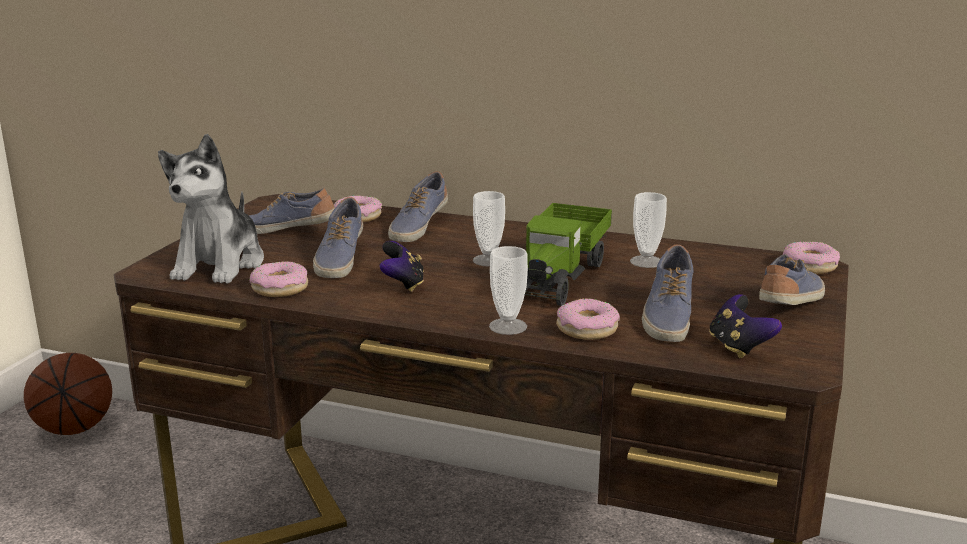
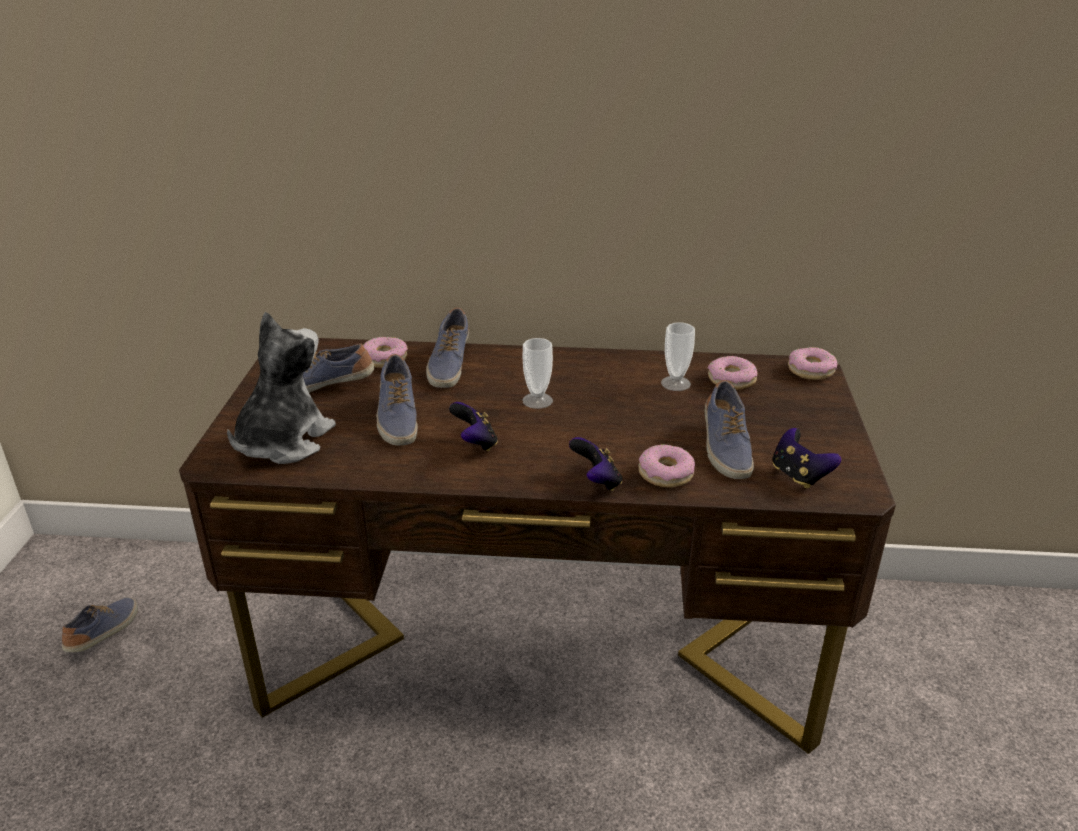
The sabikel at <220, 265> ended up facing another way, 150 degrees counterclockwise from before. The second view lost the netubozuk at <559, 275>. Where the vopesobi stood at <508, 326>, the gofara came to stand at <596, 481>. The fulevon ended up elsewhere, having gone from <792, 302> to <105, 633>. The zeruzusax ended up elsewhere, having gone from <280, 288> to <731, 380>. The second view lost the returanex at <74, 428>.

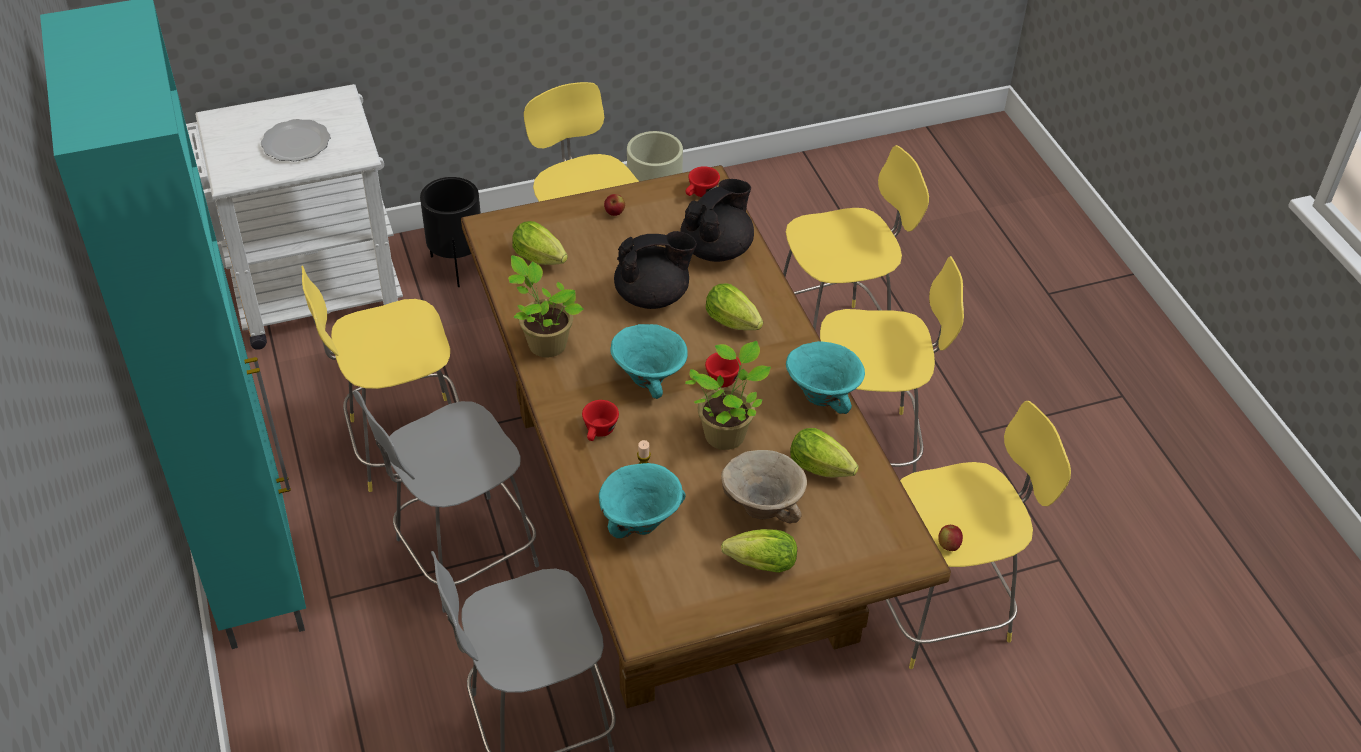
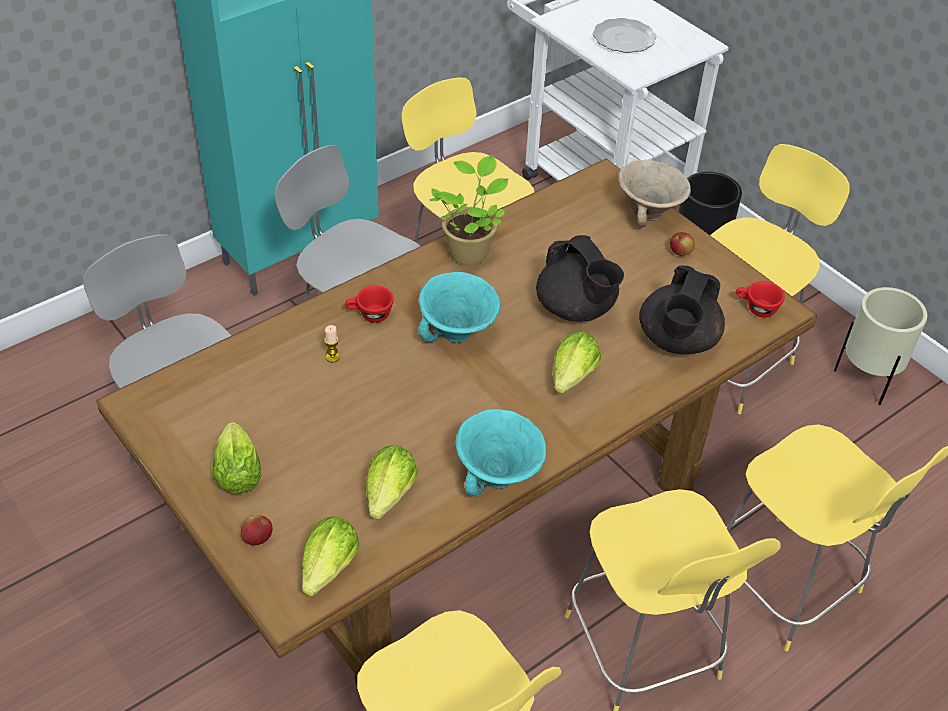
The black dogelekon at <717, 249> ended up facing another way, 90 degrees clockwise from before. The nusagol ended up elsewhere, having gone from <542, 260> to <327, 572>. The second view lost the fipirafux at <726, 433>. The second view lost the red vopesobi at <722, 375>. The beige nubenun ended up elsewhere, having gone from <762, 506> to <650, 213>. The second view lost the turquoise nubenun at <640, 521>. The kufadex ended up elsewhere, having gone from <948, 545> to <258, 539>.

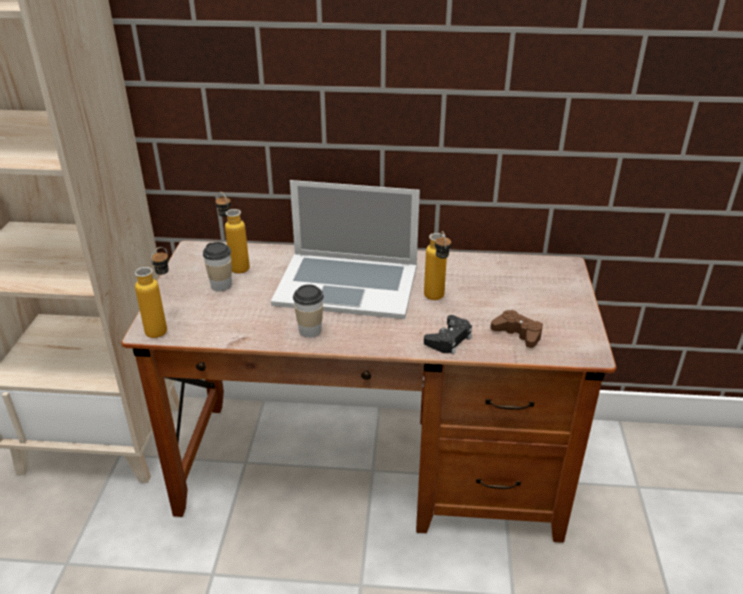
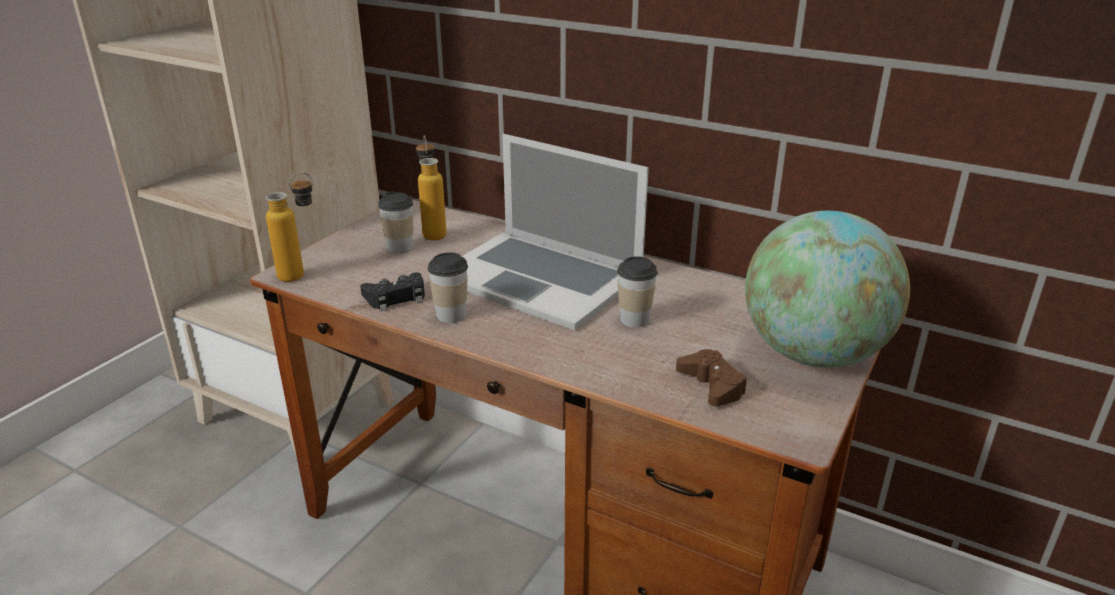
Where the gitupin stood at <436, 300>, the vopesobi came to stand at <634, 319>. The black gofara ended up elsewhere, having gone from <449, 339> to <396, 297>. The second view gained the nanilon at <813, 354>.

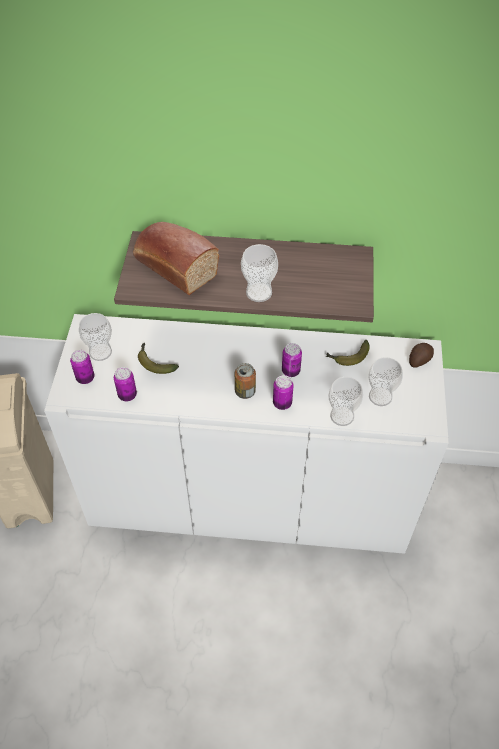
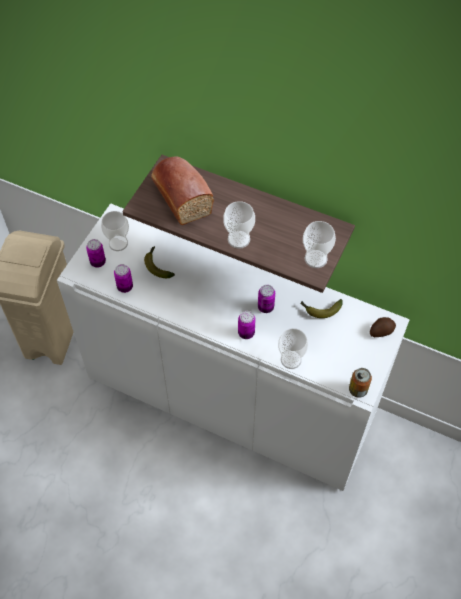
The vopesobi ended up elsewhere, having gone from <380, 396> to <315, 259>. The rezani ended up elsewhere, having gone from <245, 391> to <358, 390>.

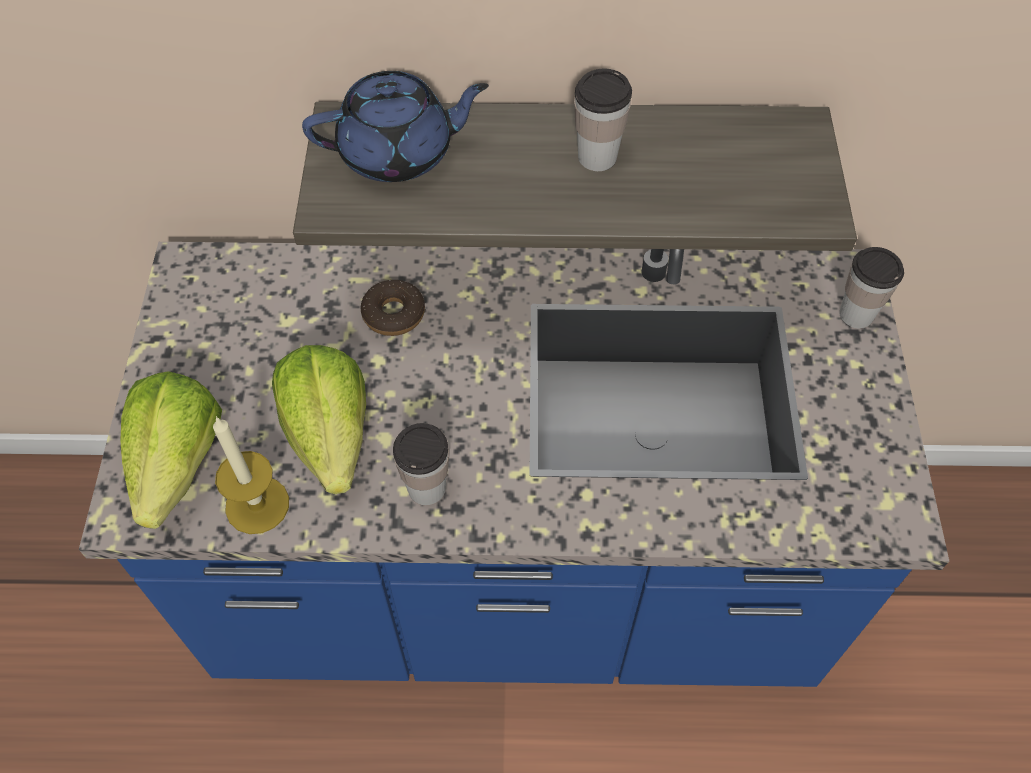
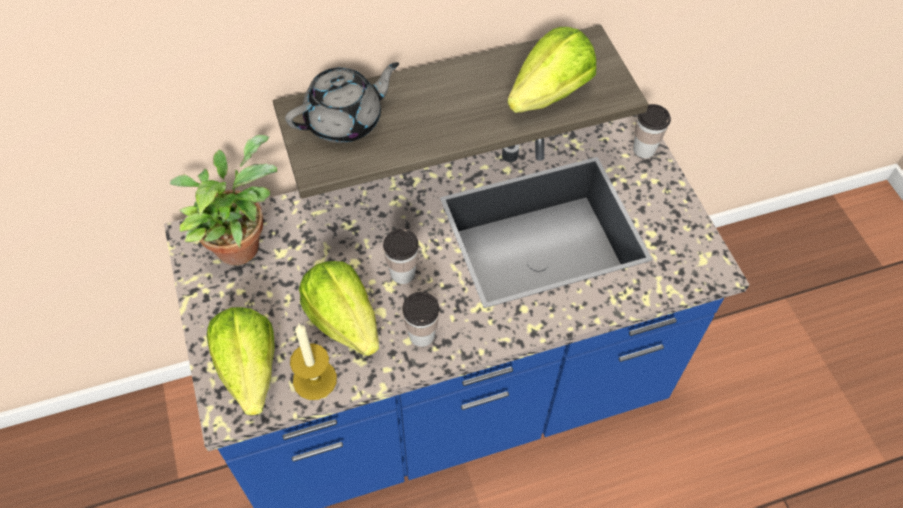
The vopesobi ended up elsewhere, having gone from <597, 157> to <402, 273>. What was the blue dogelekon at <399, 153> turned into the grey dogelekon at <345, 120>. The second view lost the zeruzusax at <393, 314>. The second view gained the nusagol at <549, 94>. The second view gained the fipirafux at <239, 242>.

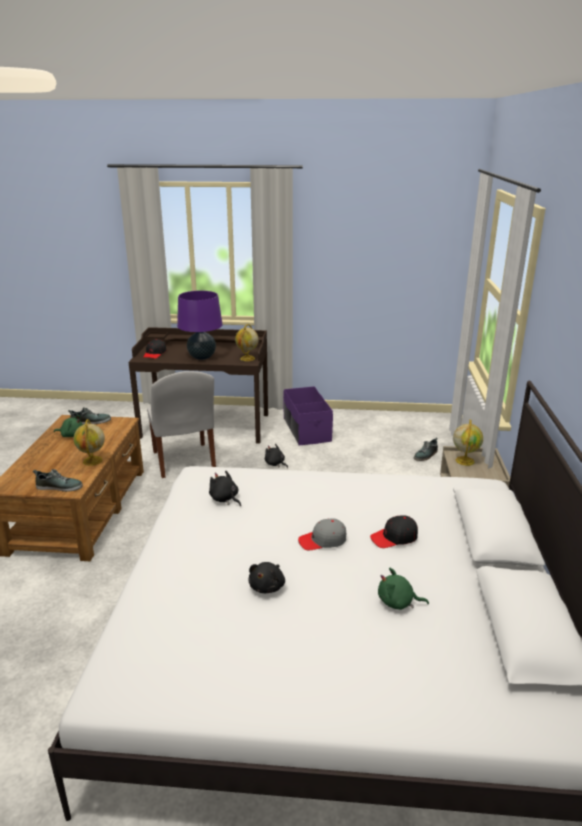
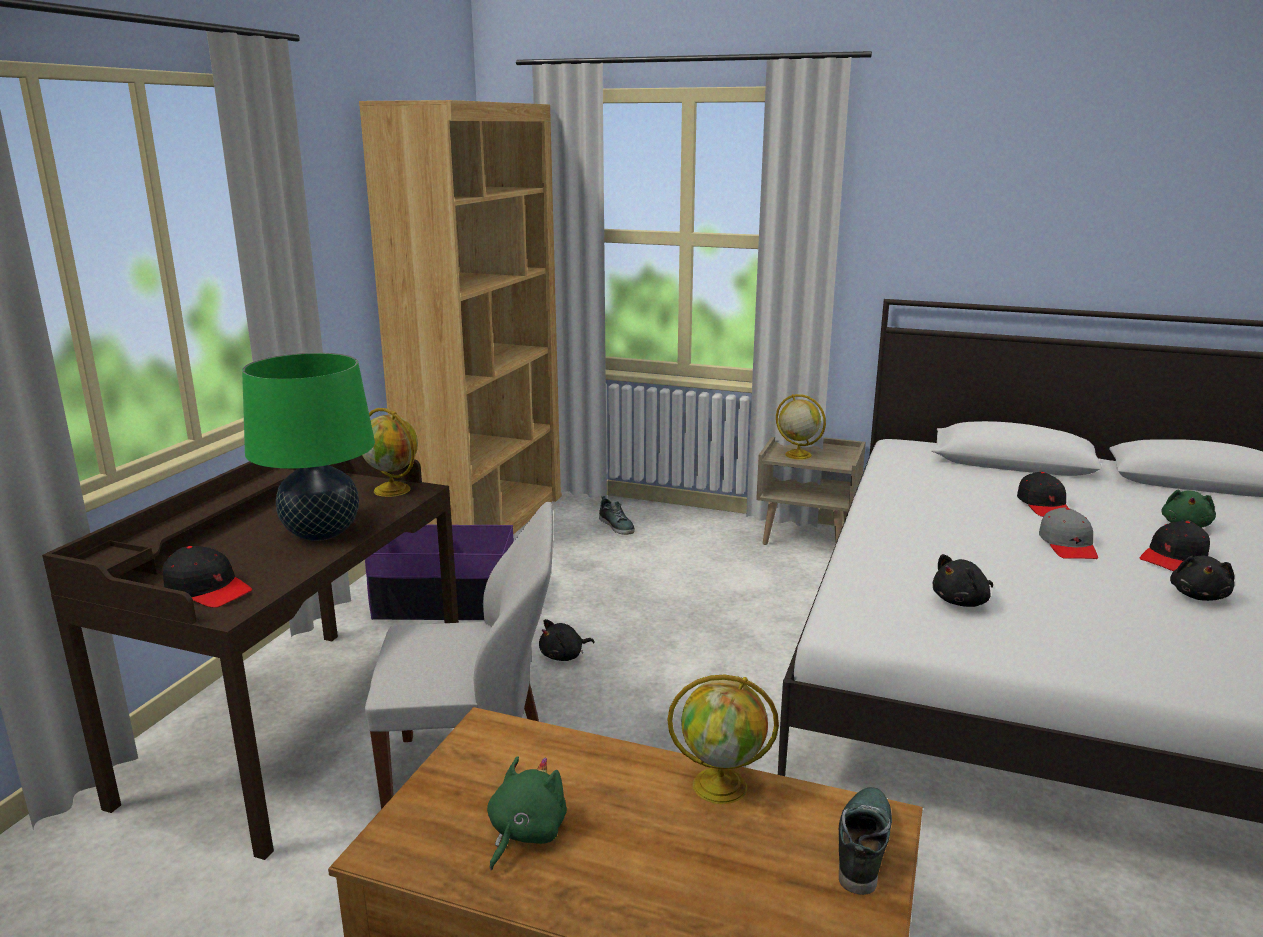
What was the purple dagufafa at <202, 357> turned into the green dagufafa at <321, 533>. The second view lost the fulevon at <91, 422>. The black sabikel at <268, 586> ended up facing another way, 75 degrees clockwise from before. The second view gained the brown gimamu at <487, 523>. The second view gained the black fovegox at <1173, 557>.

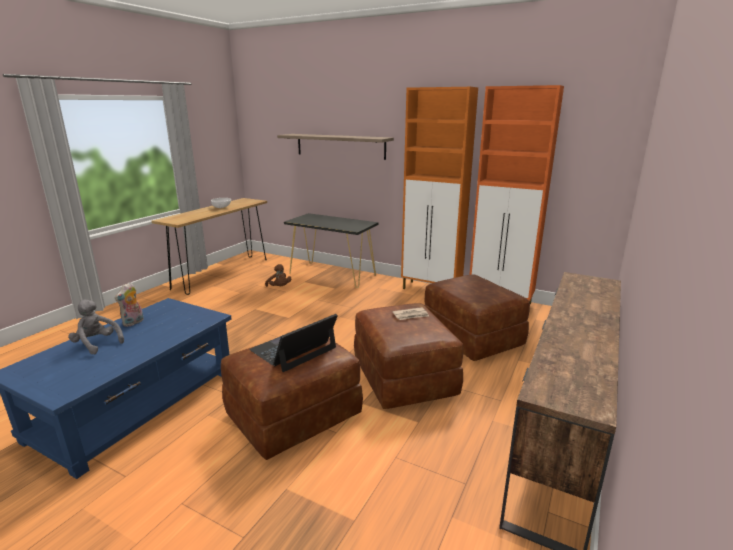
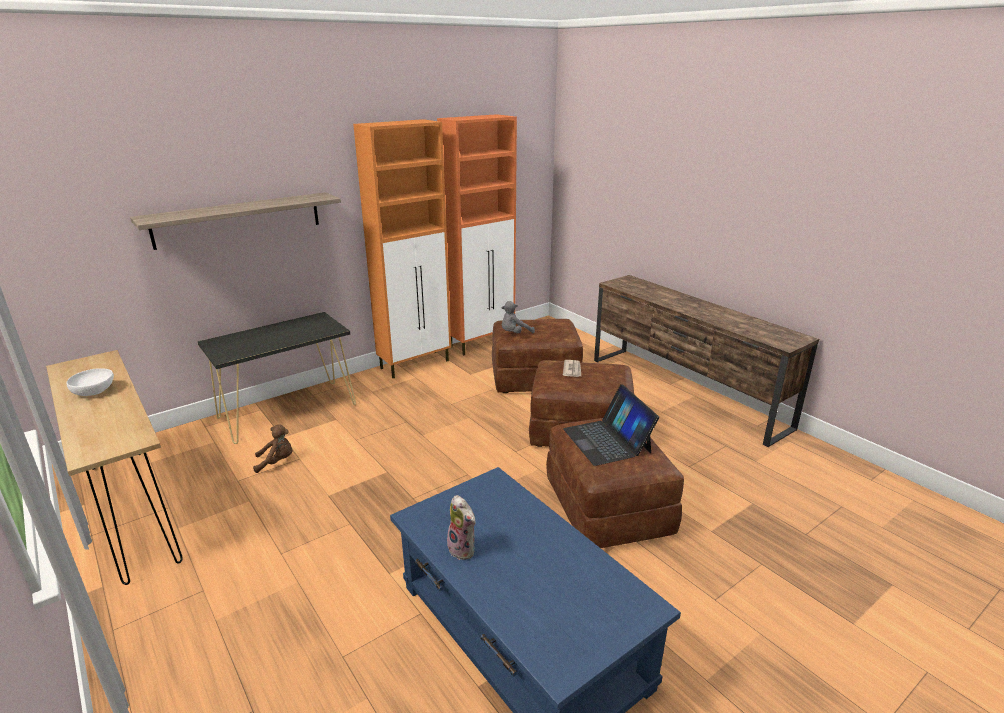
The grey sabikel ended up elsewhere, having gone from <97, 344> to <515, 333>.

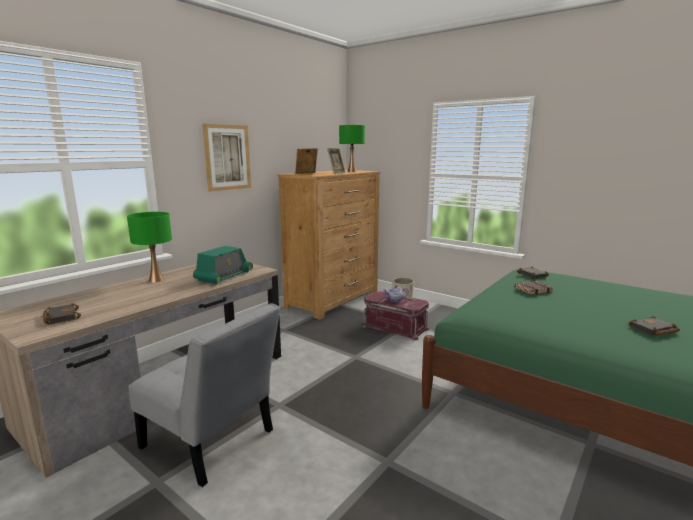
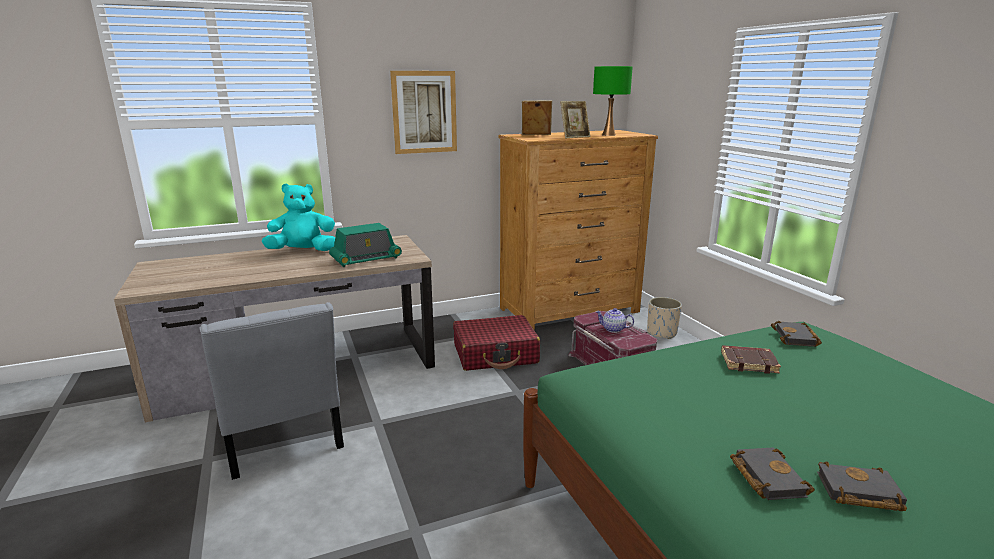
Where the green dagufafa stood at <156, 280>, the turquoise sabikel came to stand at <303, 251>. The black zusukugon ended up elsewhere, having gone from <60, 317> to <765, 477>. The second view gained the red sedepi at <495, 354>.

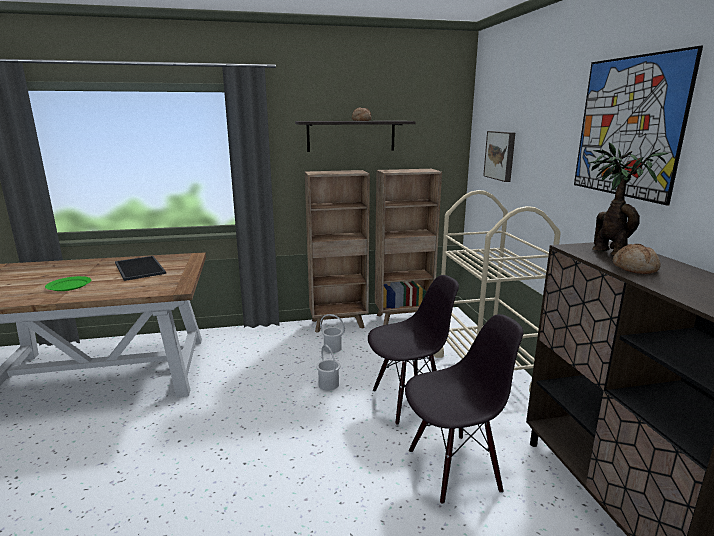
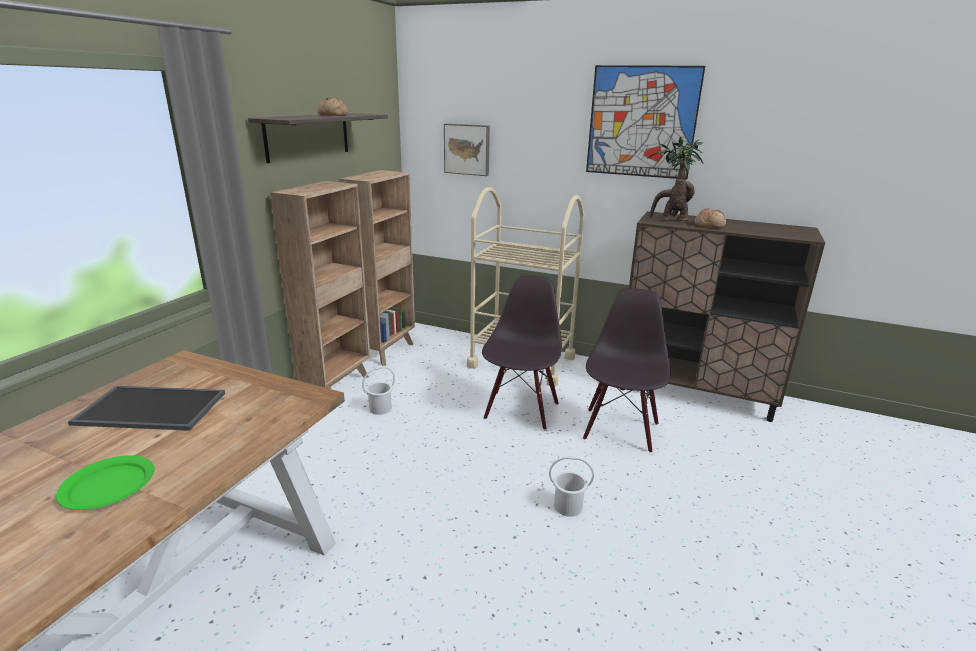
The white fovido ended up elsewhere, having gone from <329, 384> to <568, 506>.

